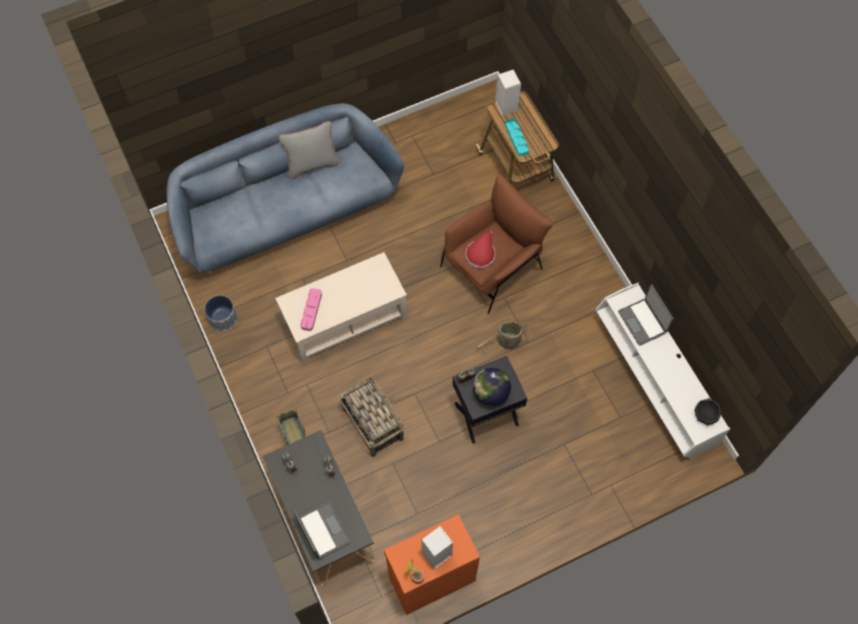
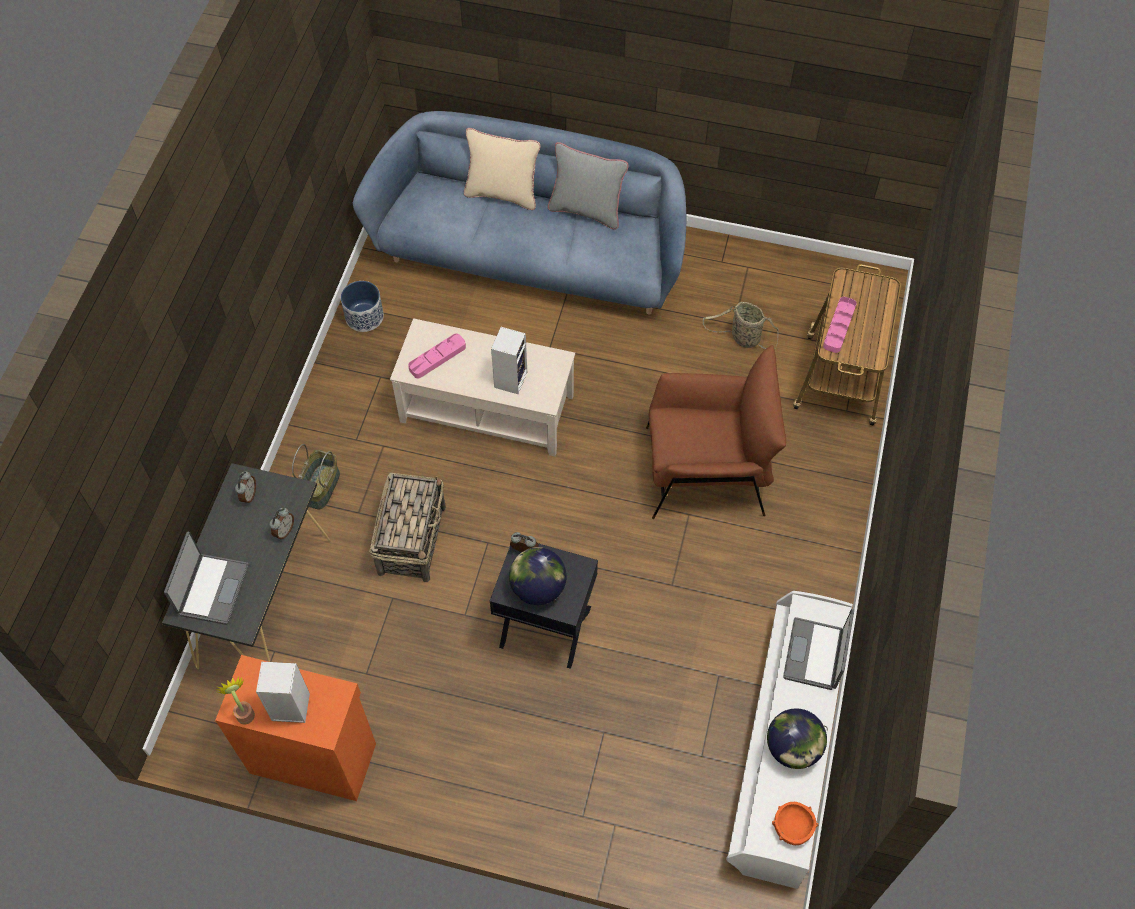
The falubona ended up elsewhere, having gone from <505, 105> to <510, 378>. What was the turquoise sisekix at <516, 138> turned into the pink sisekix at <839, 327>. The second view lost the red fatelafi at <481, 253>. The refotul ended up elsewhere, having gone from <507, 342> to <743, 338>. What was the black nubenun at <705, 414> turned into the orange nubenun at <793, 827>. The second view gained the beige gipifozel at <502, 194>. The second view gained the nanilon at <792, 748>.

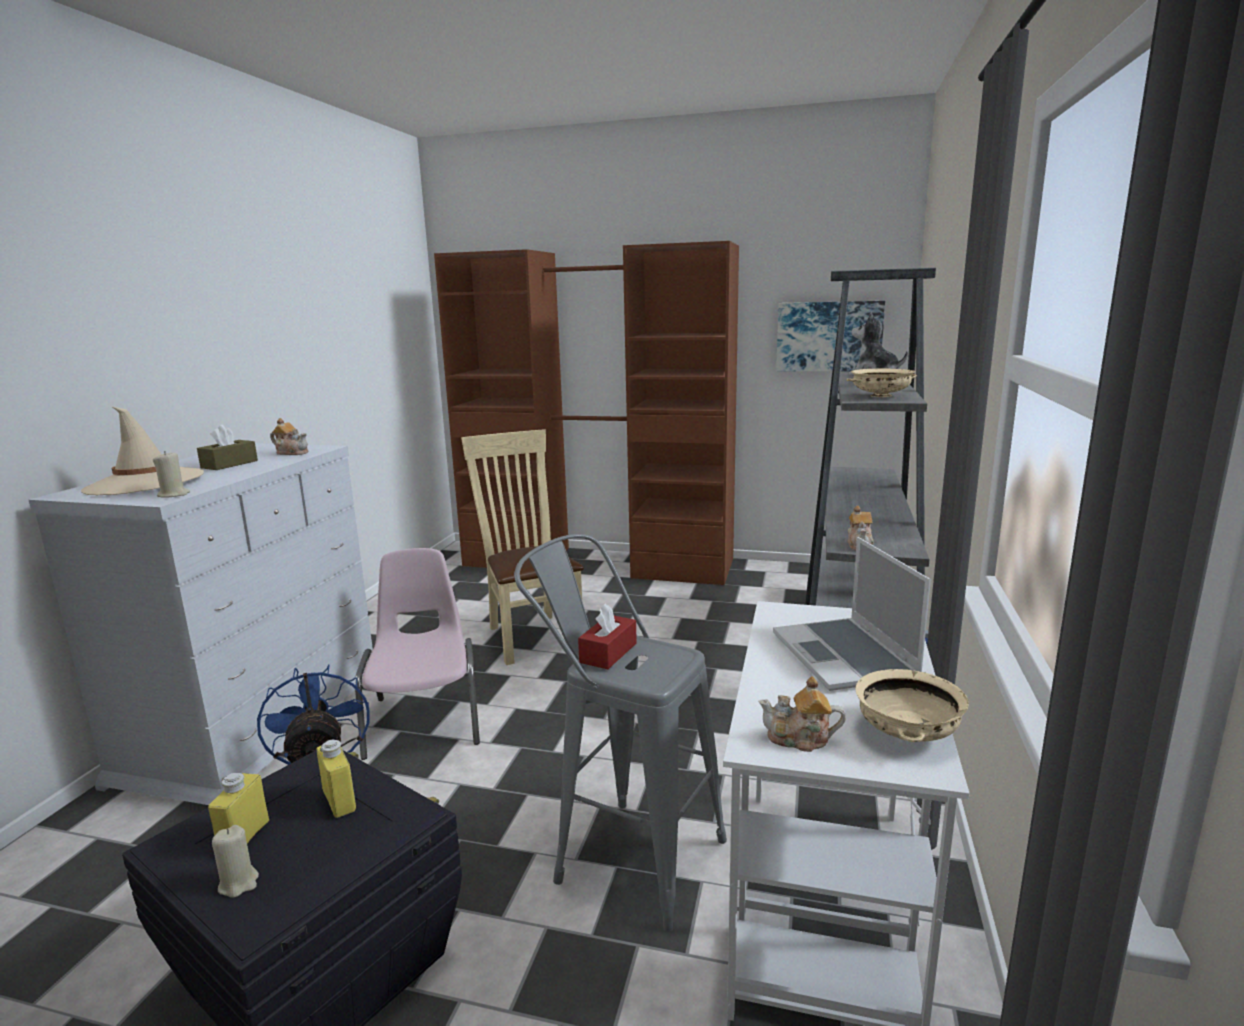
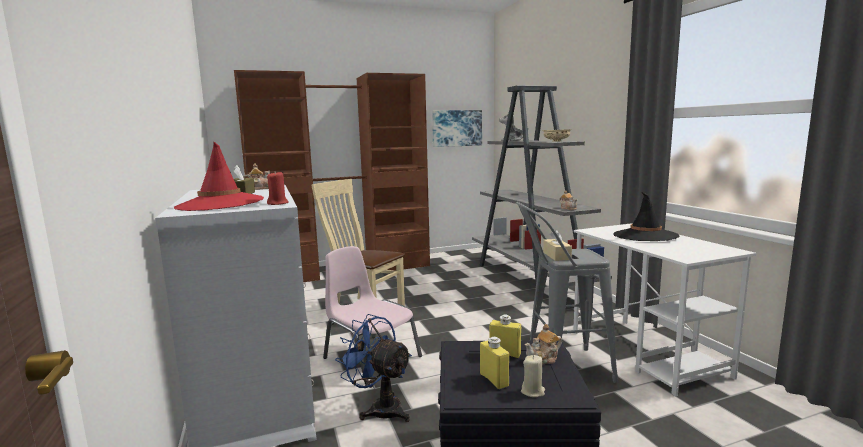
What was the beige fatelafi at <145, 483> turned into the red fatelafi at <220, 204>. What was the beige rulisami at <174, 495> turned into the red rulisami at <278, 203>. Where the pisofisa stood at <846, 657>, the black fatelafi came to stand at <645, 236>. What was the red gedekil at <608, 653> turned into the beige gedekil at <556, 256>. The second view lost the beige nubenun at <907, 732>. The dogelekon ended up elsewhere, having gone from <800, 739> to <543, 359>.

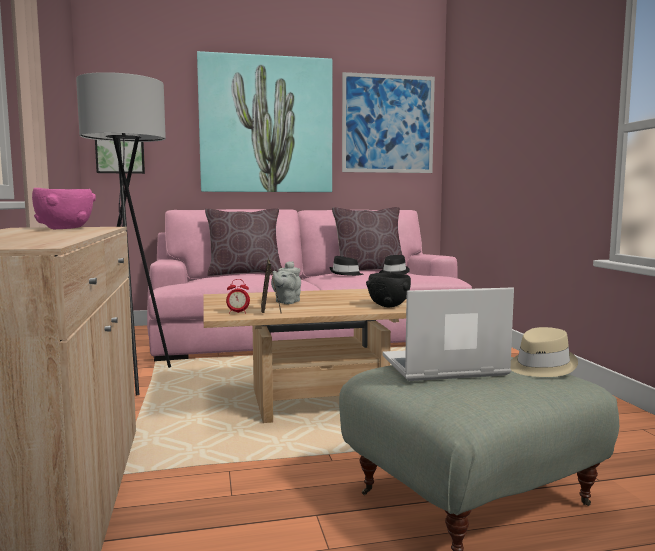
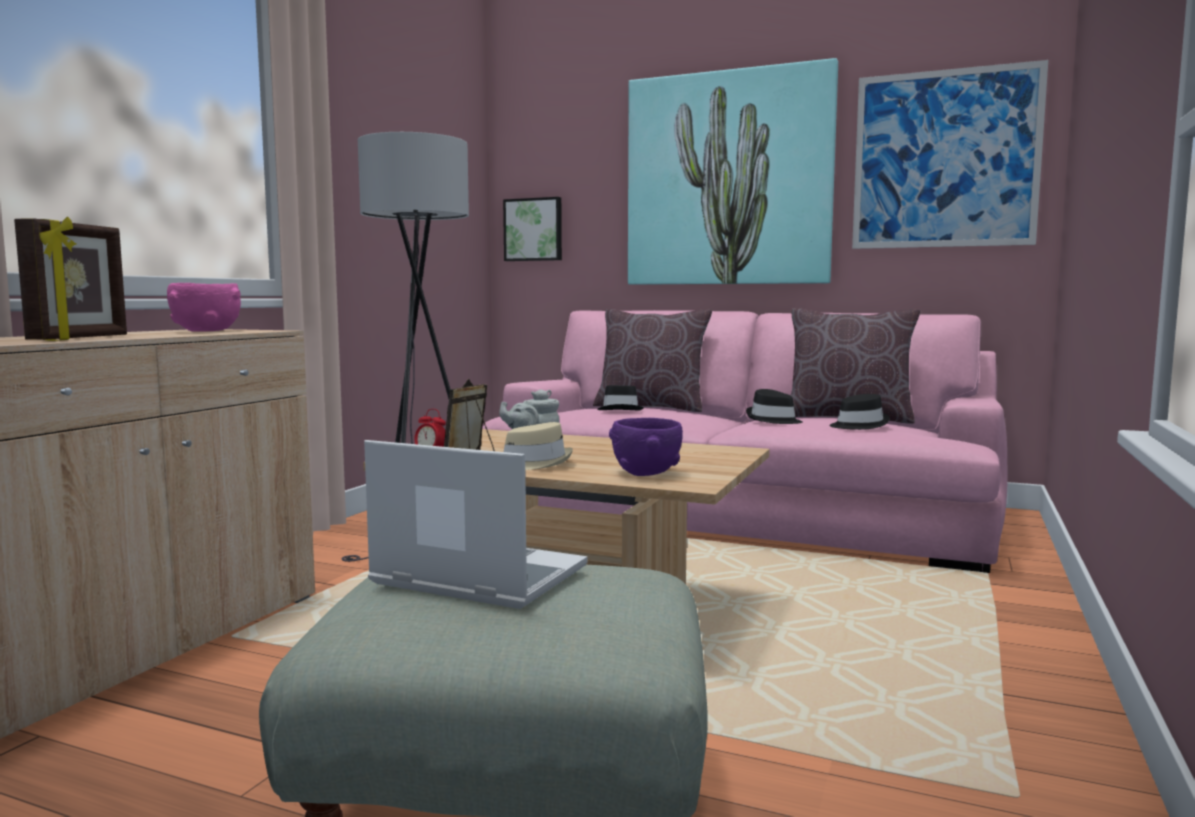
What was the black nubenun at <388, 305> turned into the purple nubenun at <645, 473>. The beige fatelafi ended up elsewhere, having gone from <540, 367> to <533, 464>. The second view gained the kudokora at <81, 338>. The second view gained the black fatelafi at <620, 410>.

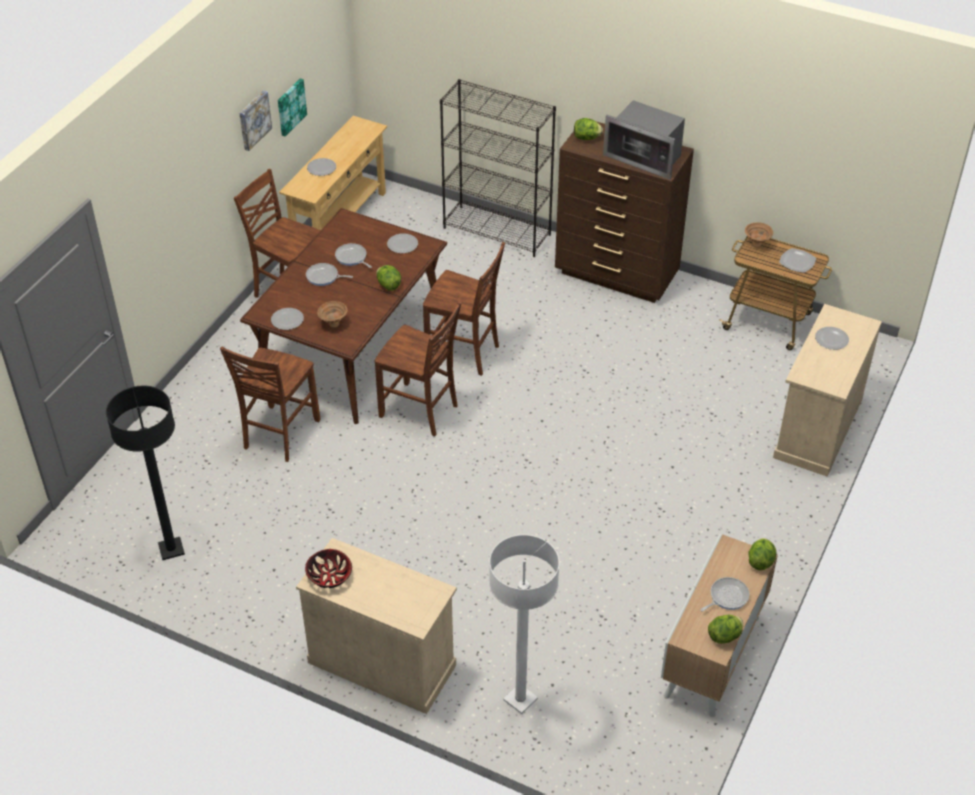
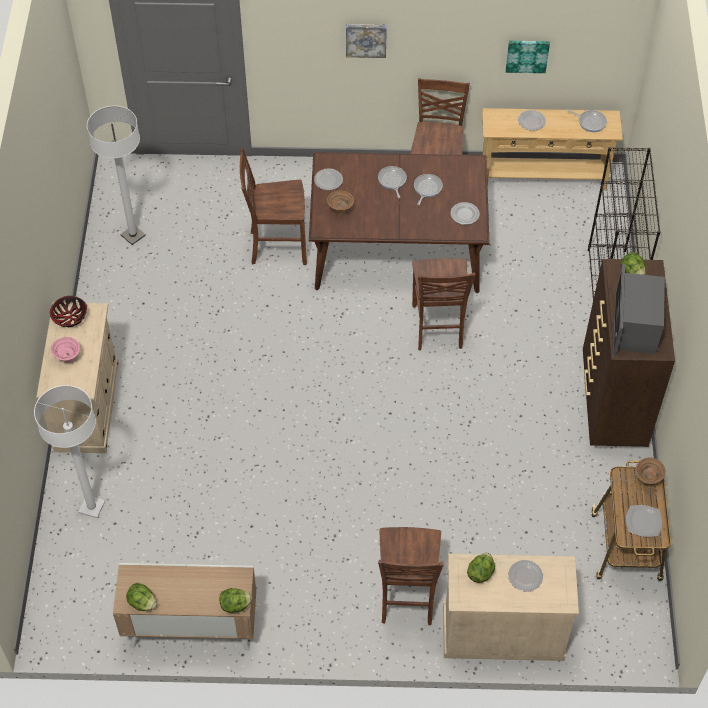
The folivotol ended up elsewhere, having gone from <253, 120> to <366, 39>. The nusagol ended up elsewhere, having gone from <388, 285> to <481, 572>. The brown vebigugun ended up elsewhere, having gone from <420, 411> to <407, 596>. What was the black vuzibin at <171, 549> turned into the white vuzibin at <133, 235>. The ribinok ended up elsewhere, having gone from <727, 597> to <590, 122>. The second view gained the pink nubenun at <67, 358>.

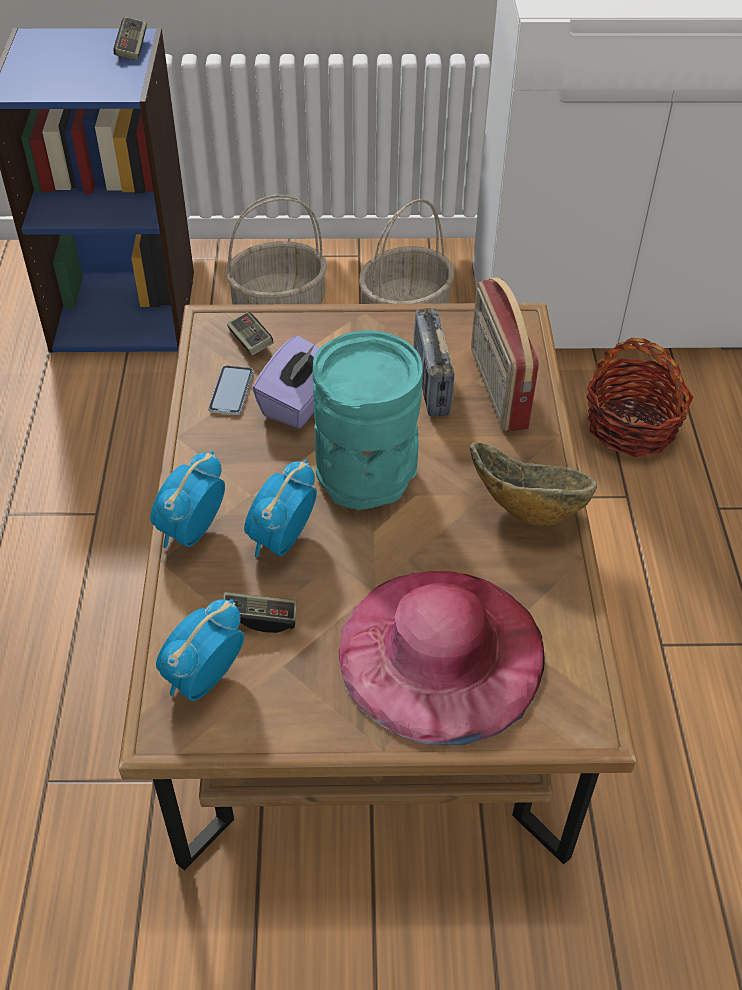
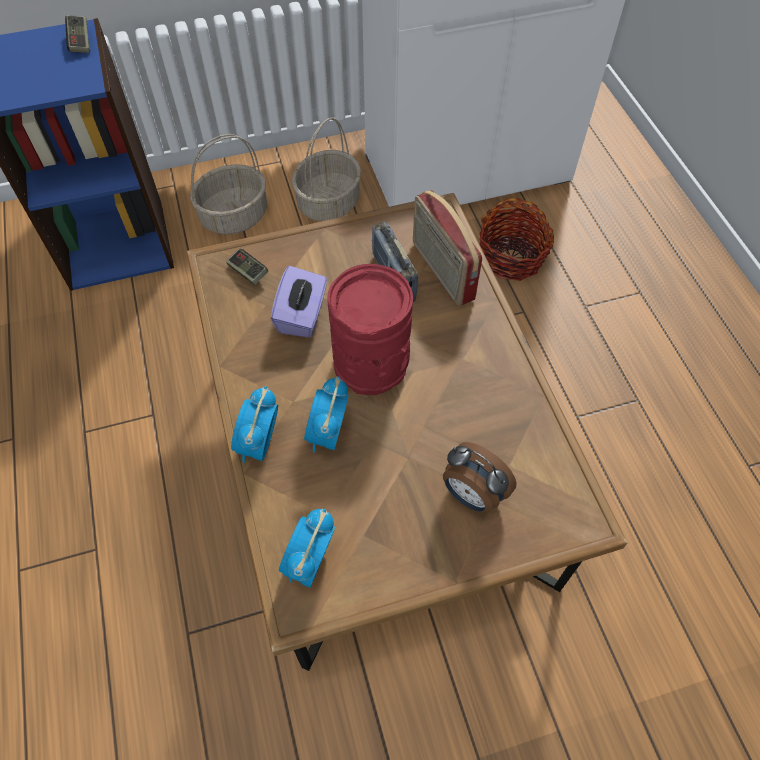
What was the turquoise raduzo at <368, 474> turned into the red raduzo at <372, 363>. The second view lost the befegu at <231, 391>. The second view lost the nubenun at <526, 508>. Where the pink fatelafi stood at <441, 652>, the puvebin came to stand at <472, 495>. The second view lost the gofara at <259, 618>.

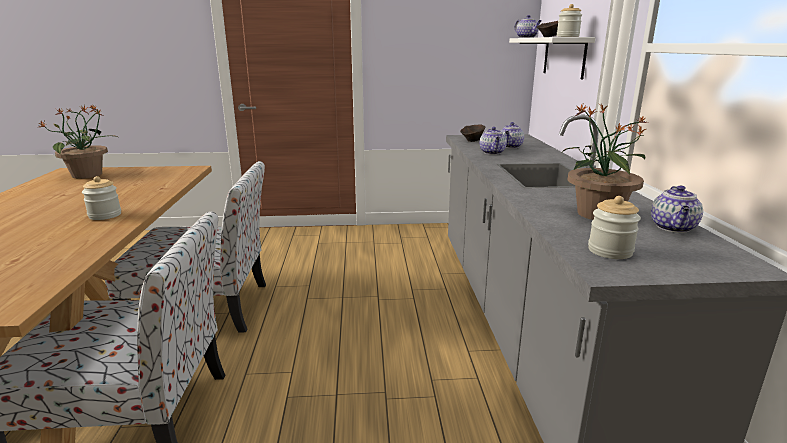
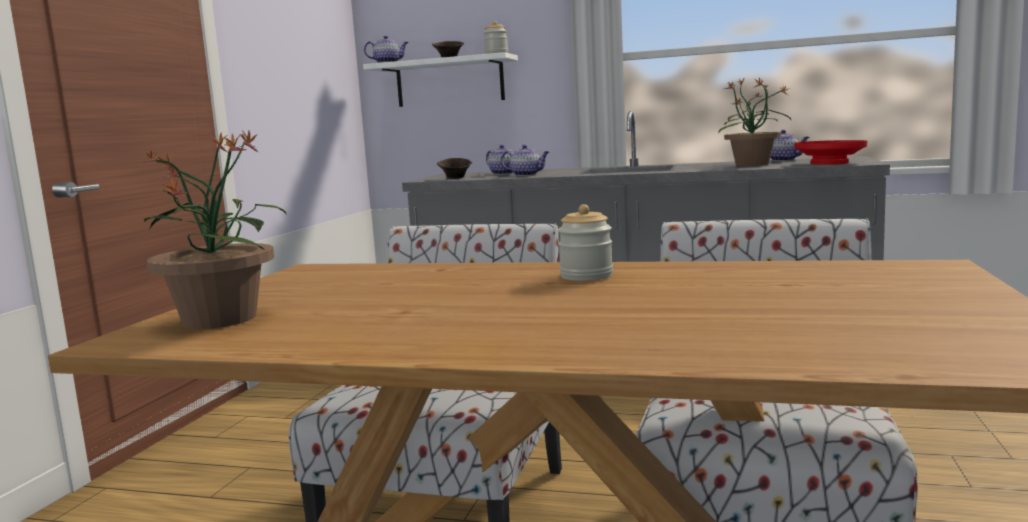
Where the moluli stood at <610, 251>, the red nubenun came to stand at <830, 163>.

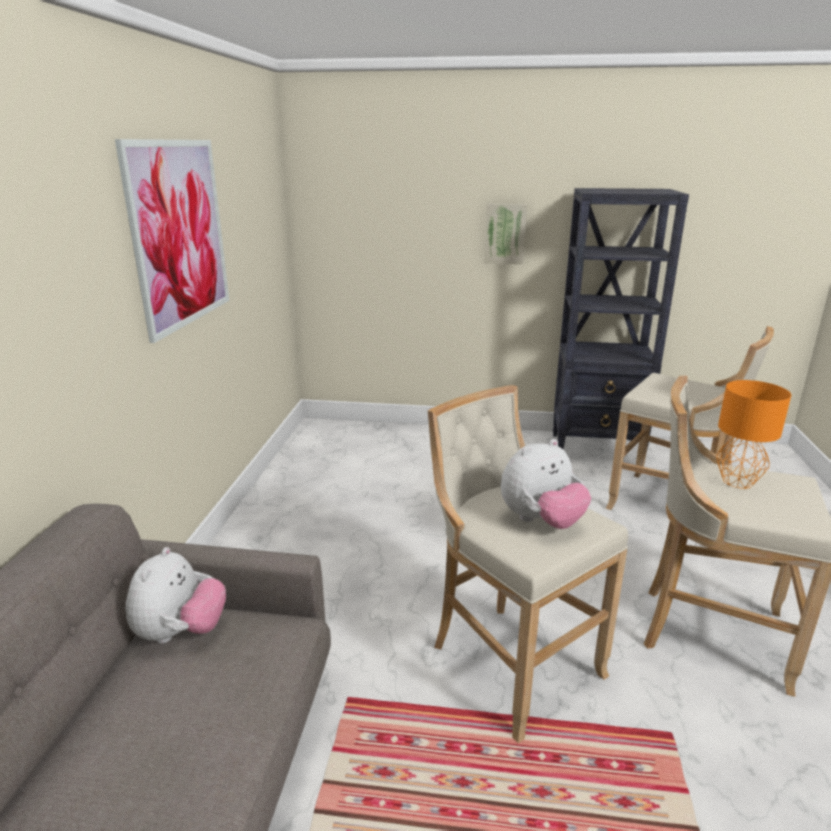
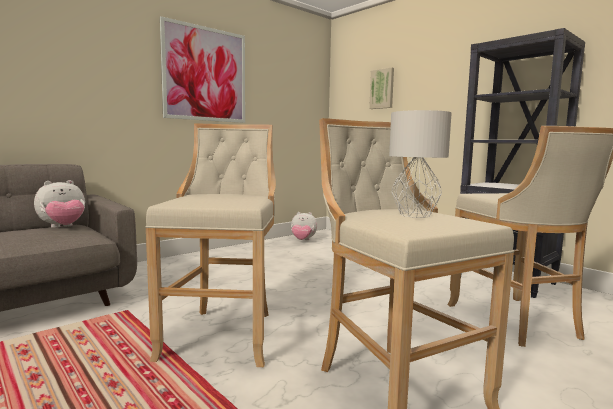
The folivotol ended up elsewhere, having gone from <505, 233> to <382, 89>. What was the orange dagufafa at <738, 481> turned into the grey dagufafa at <416, 215>. The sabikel ended up elsewhere, having gone from <541, 521> to <303, 240>.

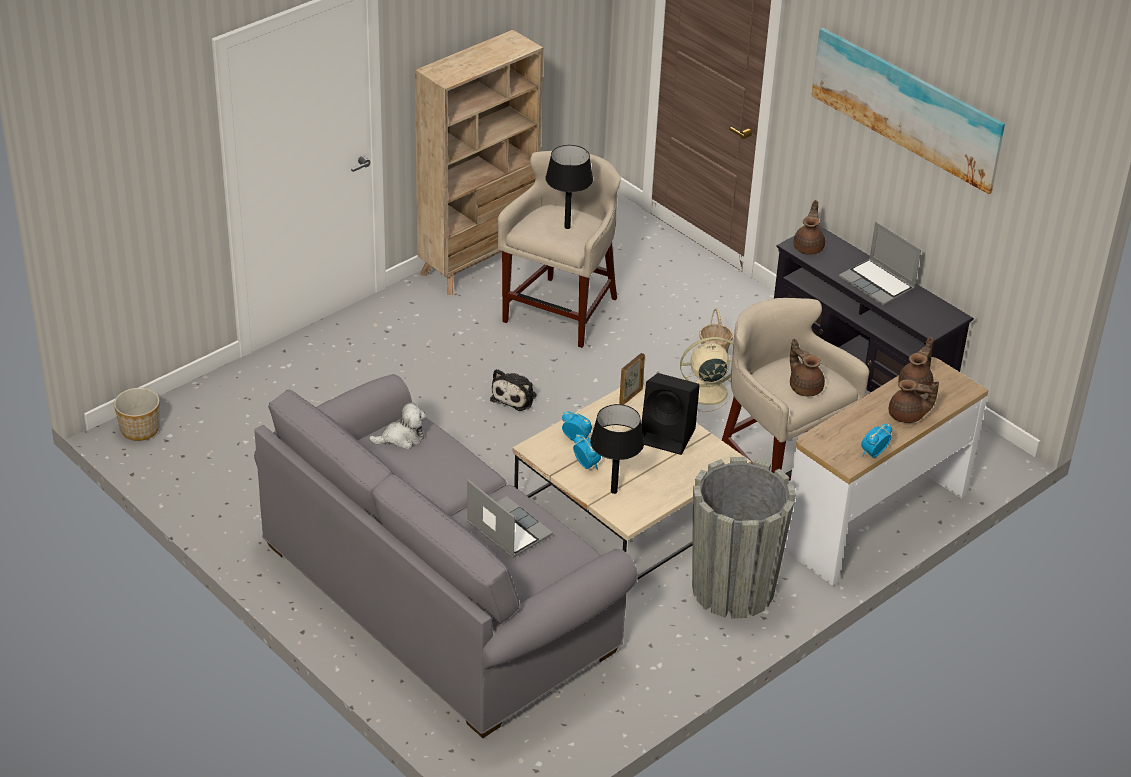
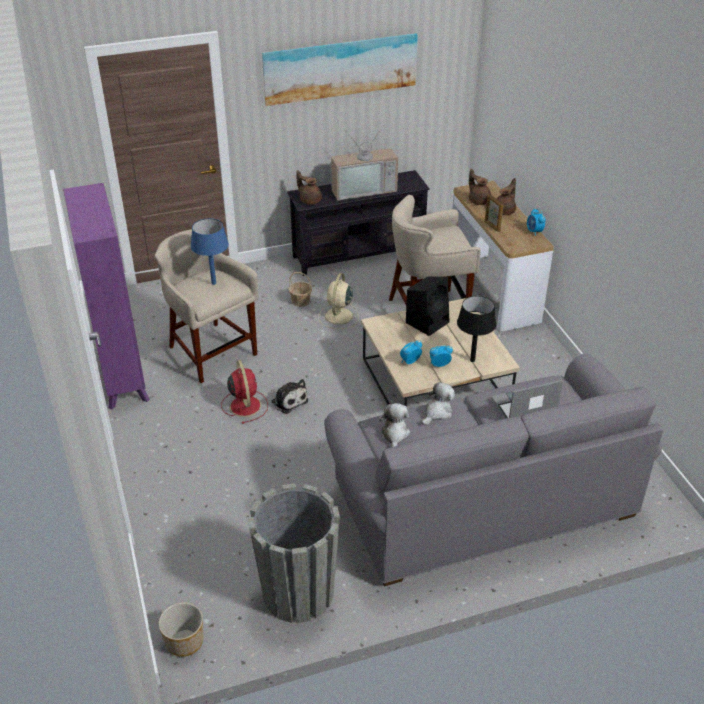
What was the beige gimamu at <479, 263> turned into the purple gimamu at <123, 375>. What was the black dagufafa at <567, 227> turned into the blue dagufafa at <213, 283>. Where the pisofisa stood at <878, 284>, the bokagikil came to stand at <363, 189>. The second view lost the brown dogelekon at <805, 387>. The kudokora ended up elsewhere, having gone from <630, 396> to <492, 226>. The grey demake ended up elsewhere, having gone from <732, 589> to <298, 593>. The second view gained the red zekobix at <245, 405>. The second view gained the sabikel at <437, 412>.

